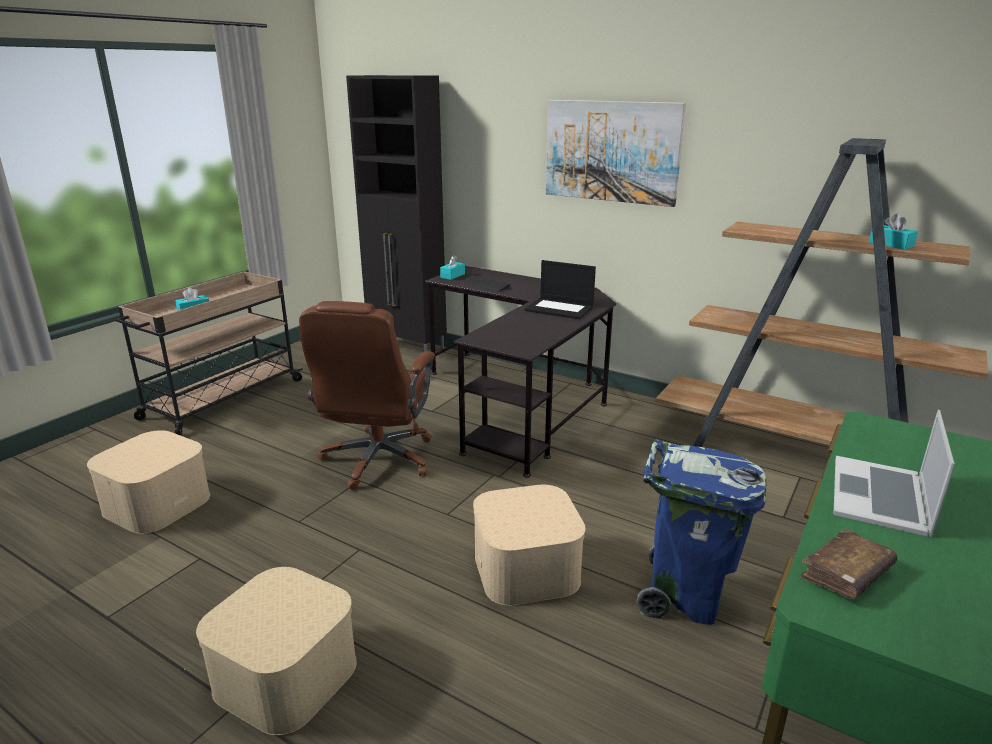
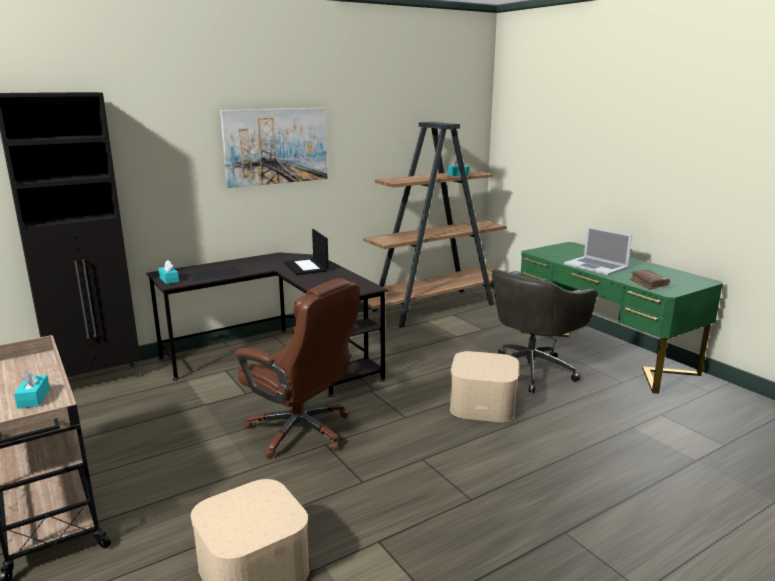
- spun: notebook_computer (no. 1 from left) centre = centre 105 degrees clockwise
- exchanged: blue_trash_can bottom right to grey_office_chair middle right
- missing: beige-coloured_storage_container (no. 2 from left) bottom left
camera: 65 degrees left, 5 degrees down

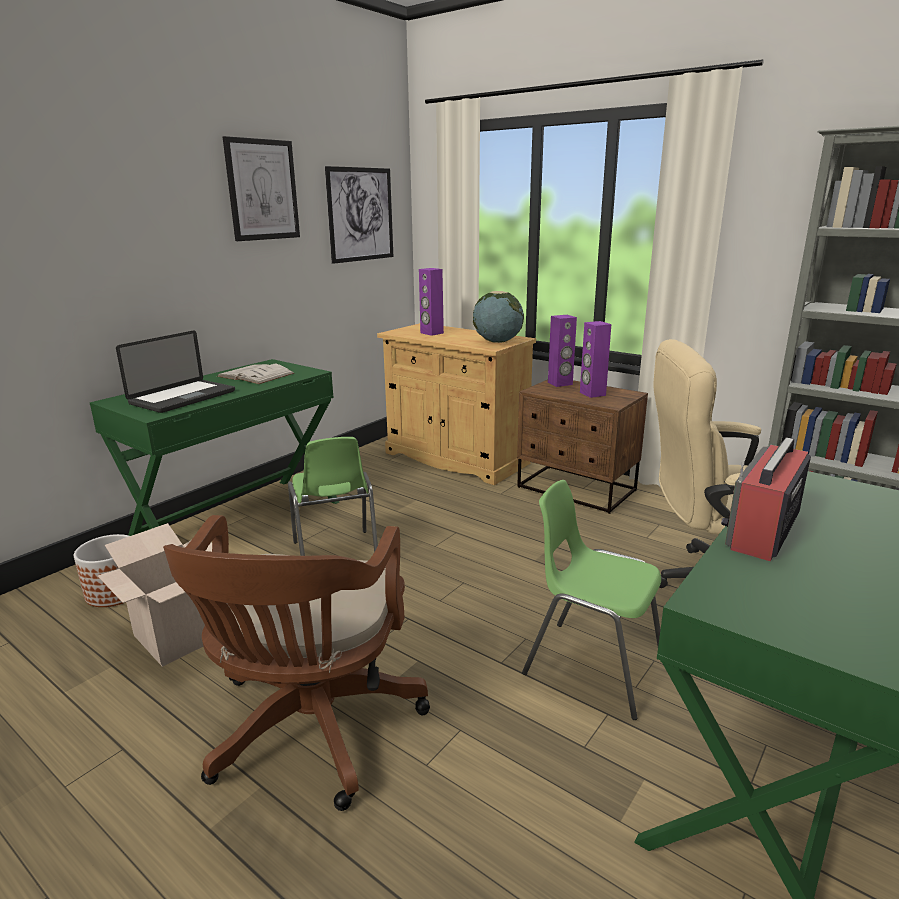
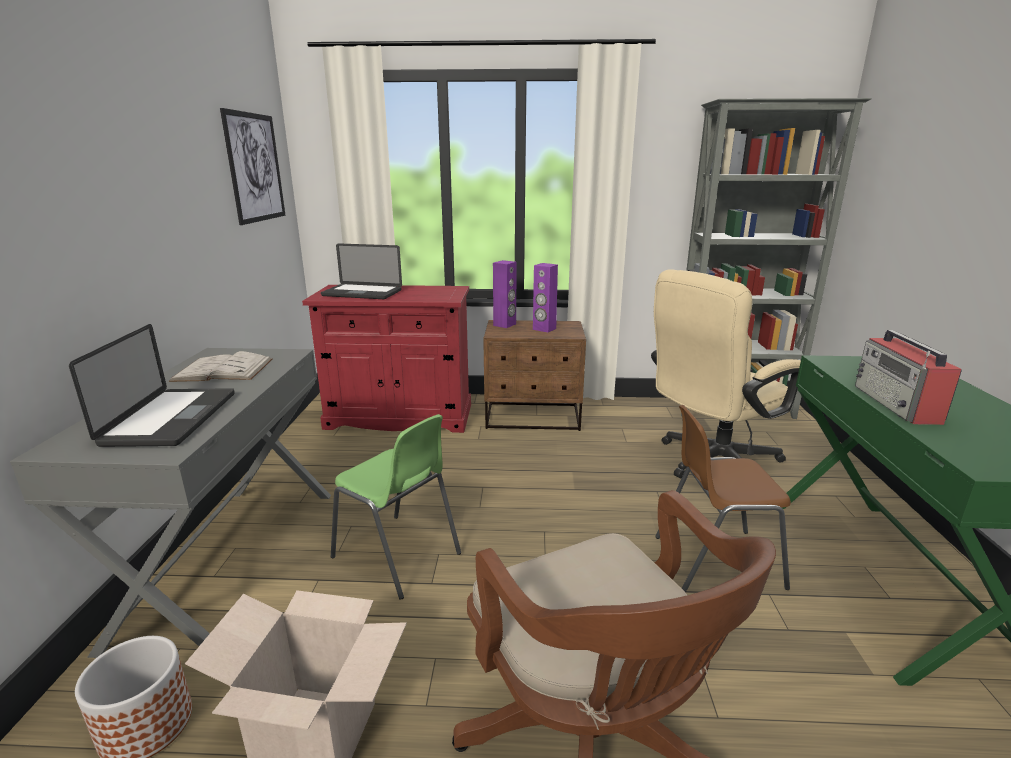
- colour: green_desk (no. 1 from left) middle left to grey_desk middle left
- colour: beige-coloured_cupboard centre to red_cupboard centre
- exchanged: purple-coloured_audio_speaker (no. 1 from left) centre to notebook_computer (no. 2 from left) centre
- colour: green_plain_chair (no. 2 from left) bottom centre to brown_plain_chair middle right
- missing: picture (no. 1 from left) top left
- missing: desk_globe centre
camera: 35 degrees left, 0 degrees up

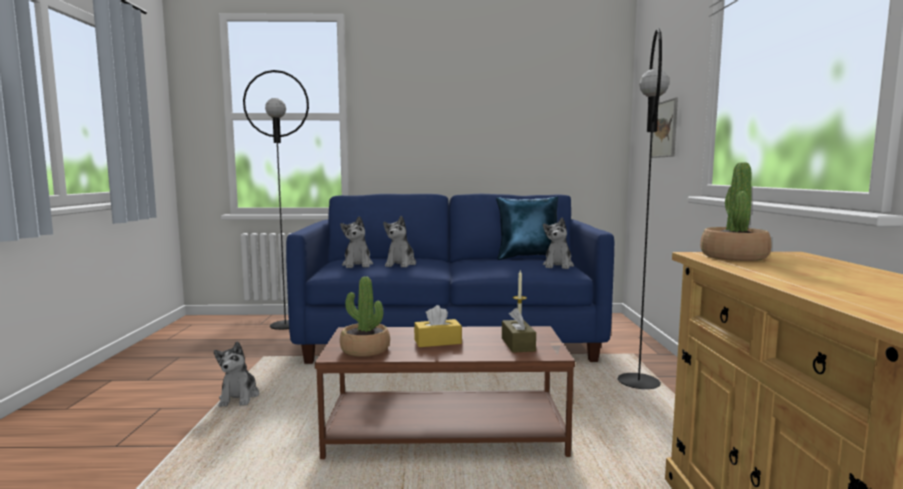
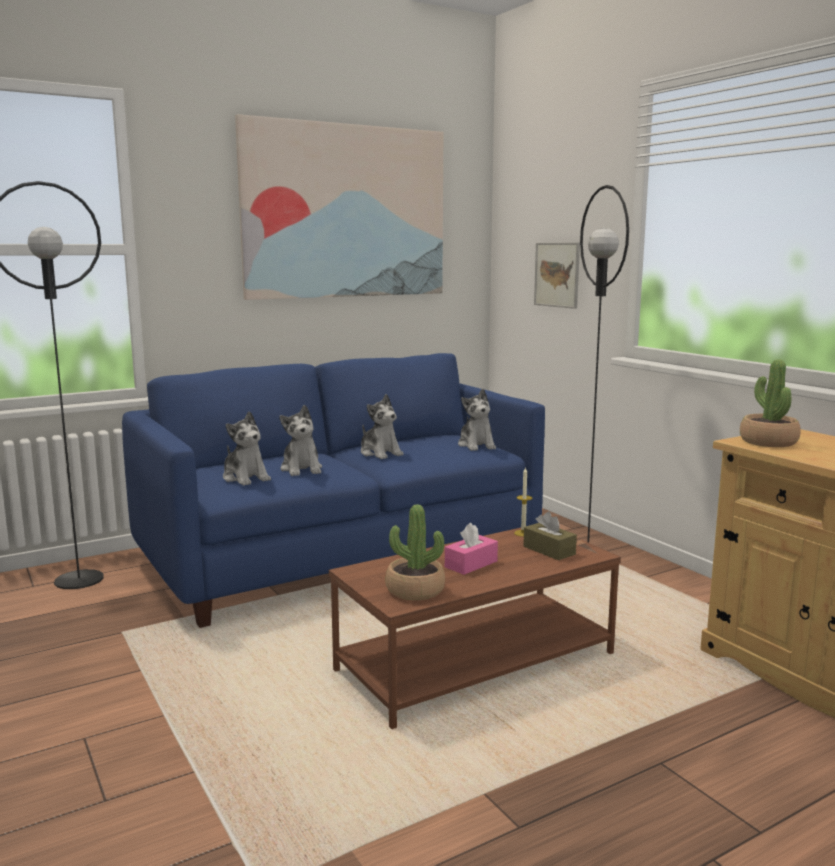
- appeared: picture (no. 1 from left) top centre
- relocated: soft_toy (no. 1 from left in the first image) bottom left to soft_toy (no. 3 from left) centre
- colour: yellowish_tissue_box bottom centre to pink_tissue_box centre
- missing: blue_pillow centre
camera: 30 degrees left, 5 degrees up

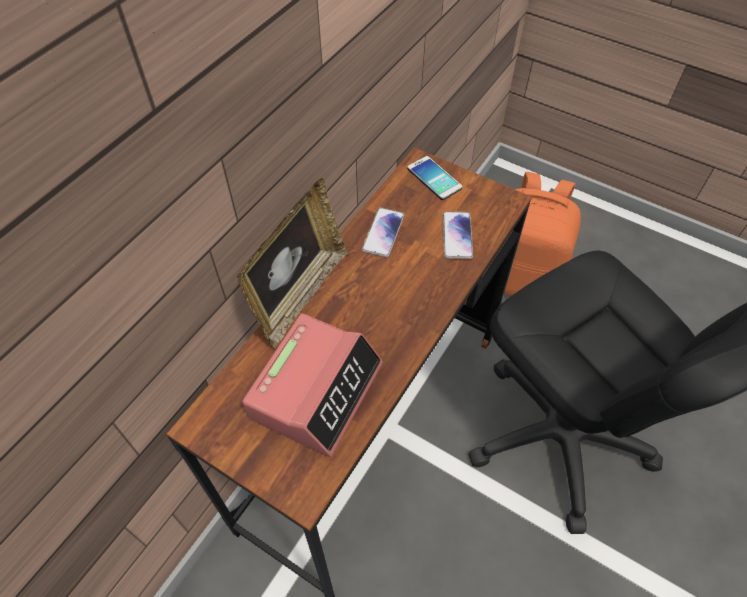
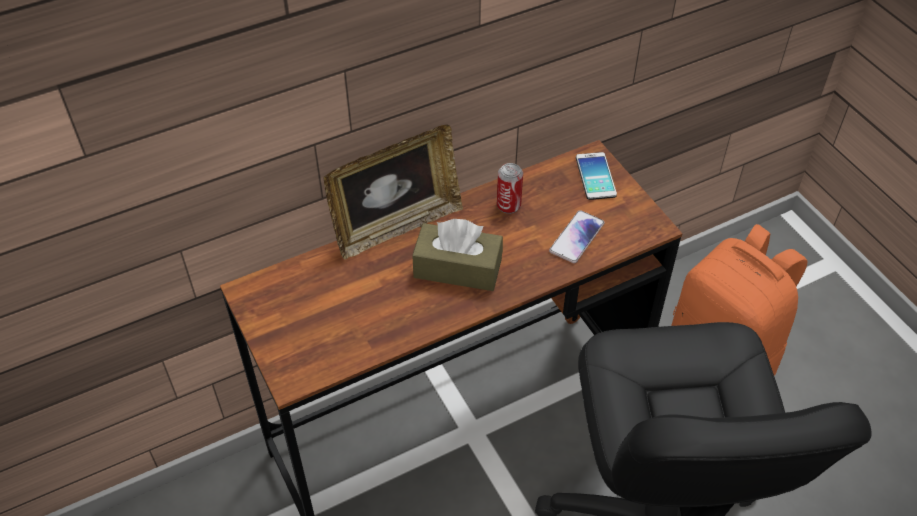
- appeared: brown_tissue_box centre
- exchanged: handset (no. 1 from left) centre to can centre
- missing: alarm_clock centre
camera: 30 degrees right, 5 degrees down

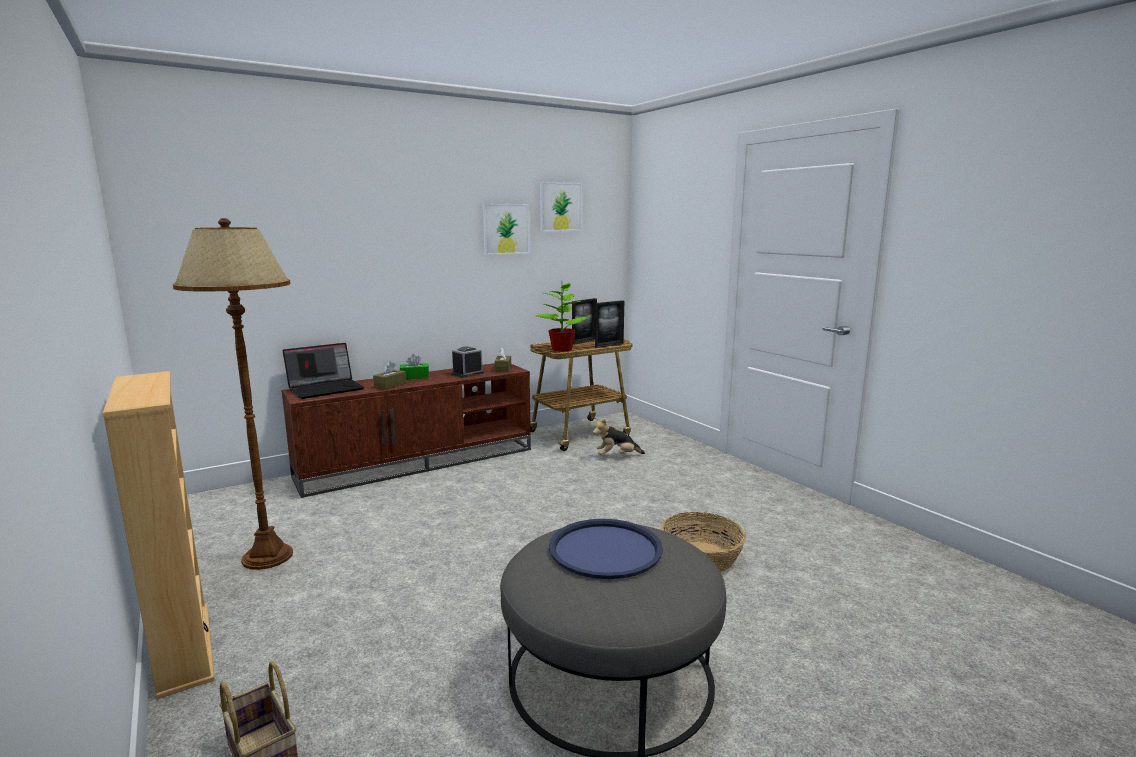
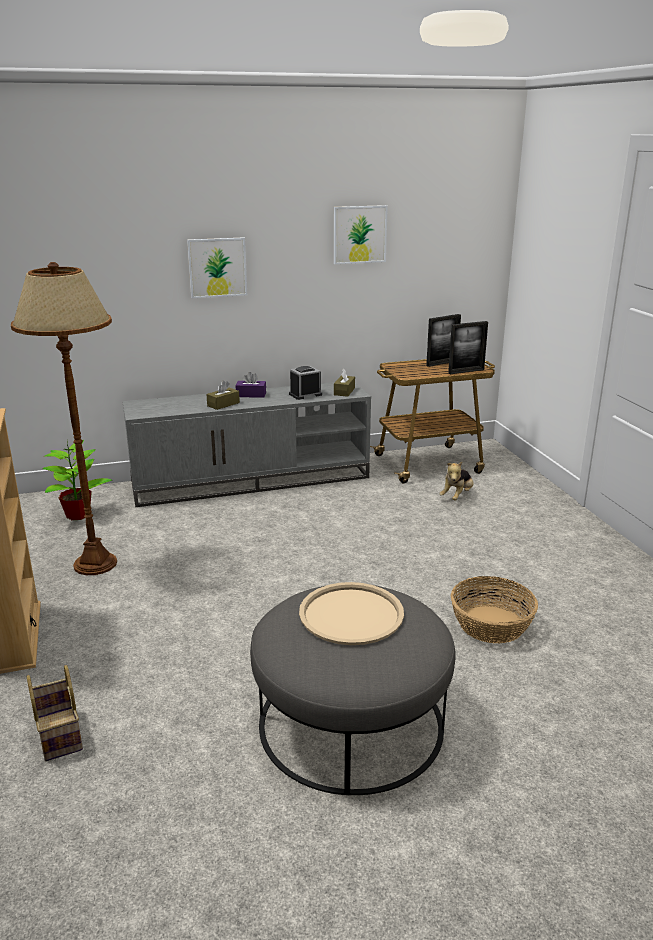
- relocated: plant_in_a_pot centre to middle left
- colour: brown_media_console centre to grey_media_console centre
- relocated: picture (no. 2 from left in the first image) top centre to picture (no. 1 from left) top left
- colour: green_tissue_box centre to purple-coloured_tissue_box centre
- colour: blue_serving_tray bottom centre to beige-coloured_serving_tray centre
- spun: soft_toy centre = middle right 60 degrees counterclockwise
- missing: notebook_computer middle left
camera: 15 degrees right, 10 degrees up

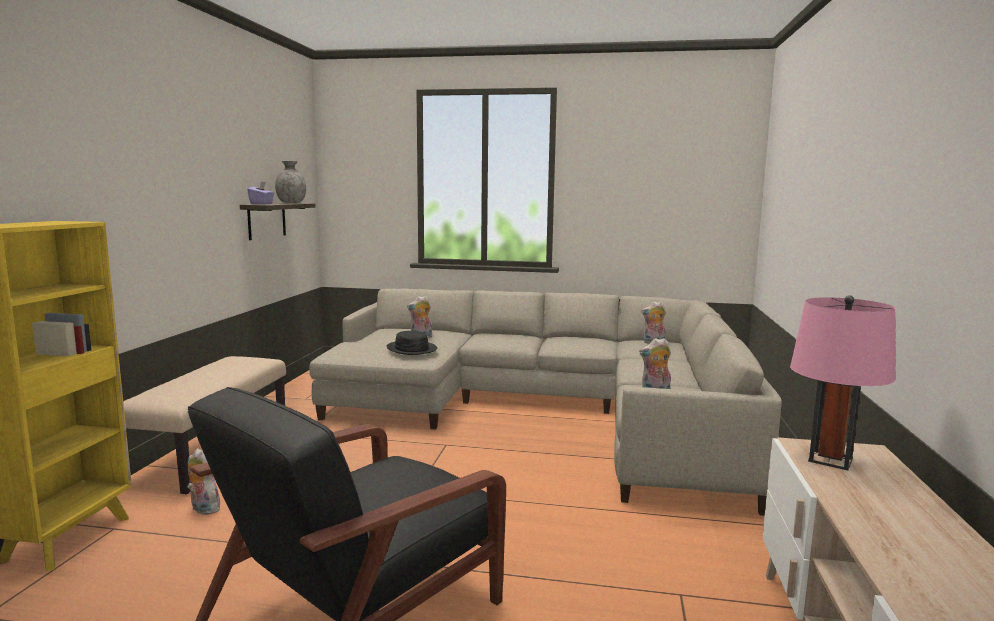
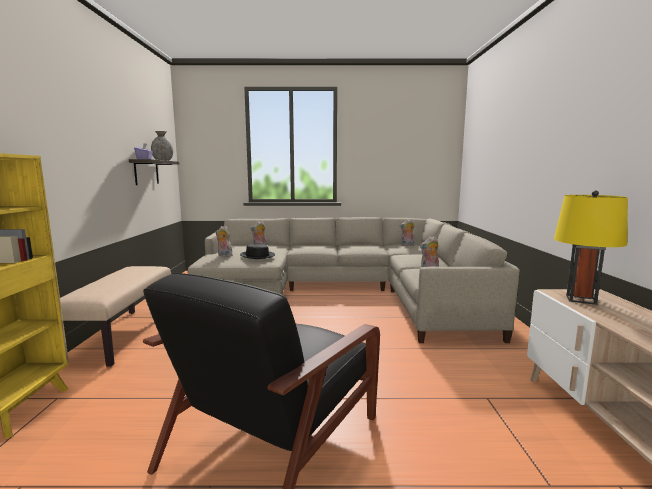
- relocated: soft_toy (no. 1 from left) bottom left to centre
- colour: pink_table_lamp middle right to yellowish_table_lamp middle right
camera: 10 degrees left, 0 degrees up

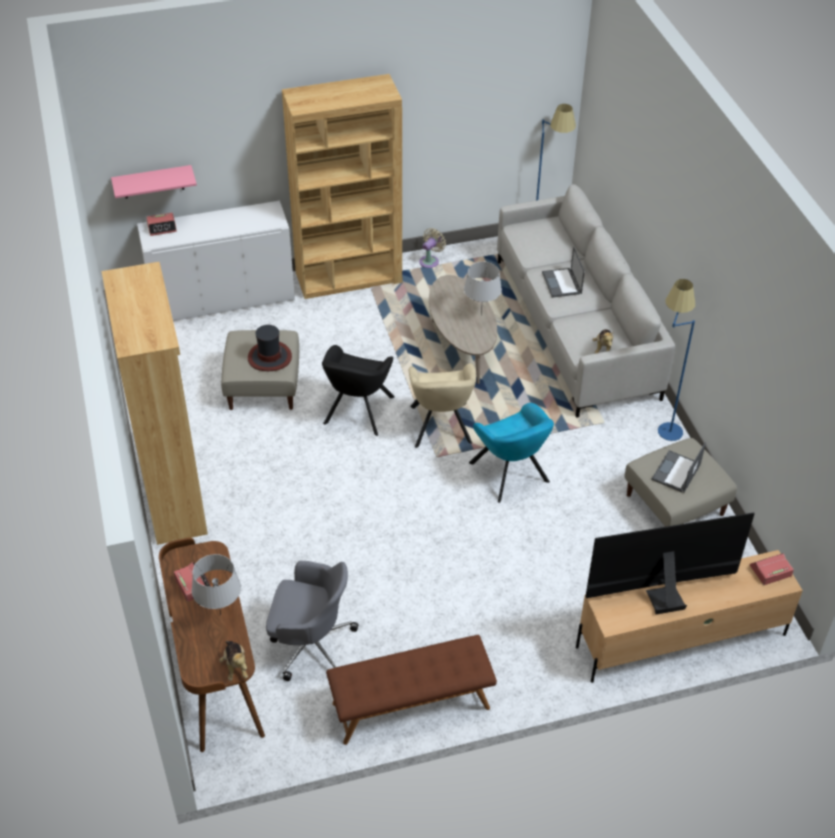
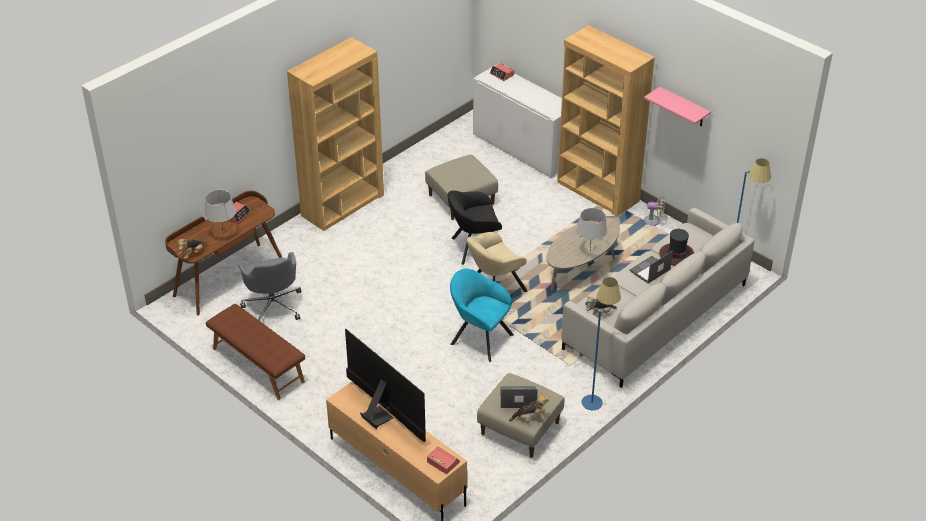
- spun: turquoise-coloured_armchair centre = centre 90 degrees clockwise
- appeared: soft_toy (no. 2 from left) bottom centre
- relocated: pink_wall_shelf top left to top right
- relocated: hat middle left to middle right
camera: 60 degrees right, 5 degrees down

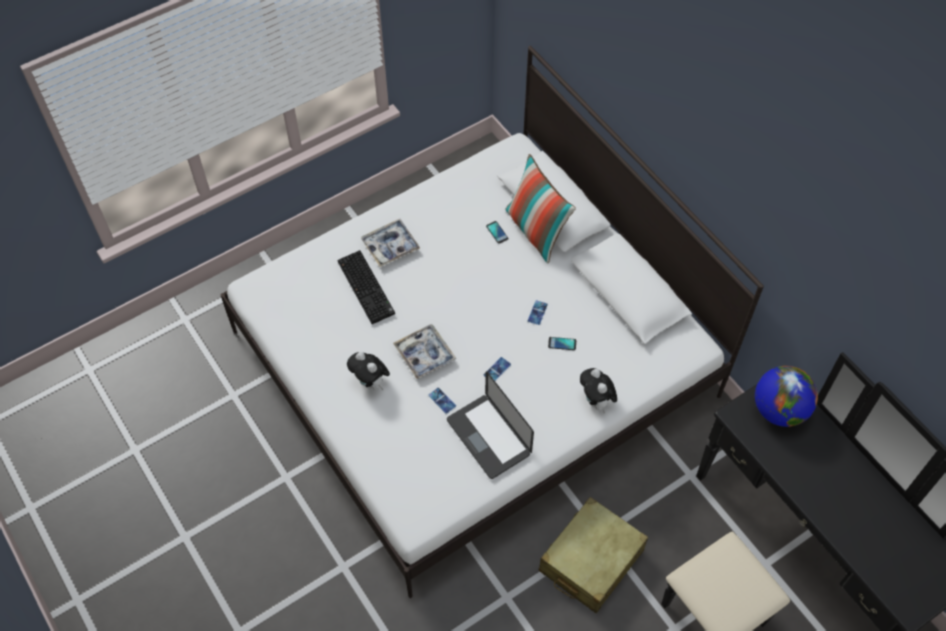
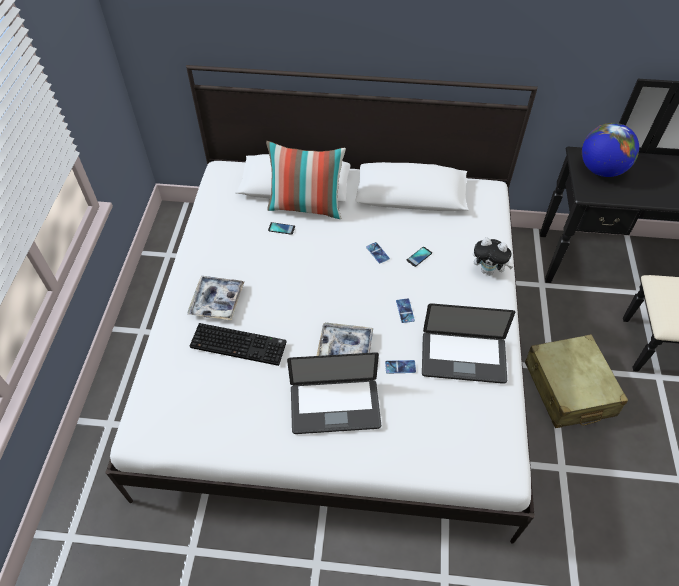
- exchanged: soft_toy (no. 1 from left) centre to notebook_computer (no. 1 from left) bottom centre
camera: 50 degrees left, 5 degrees down

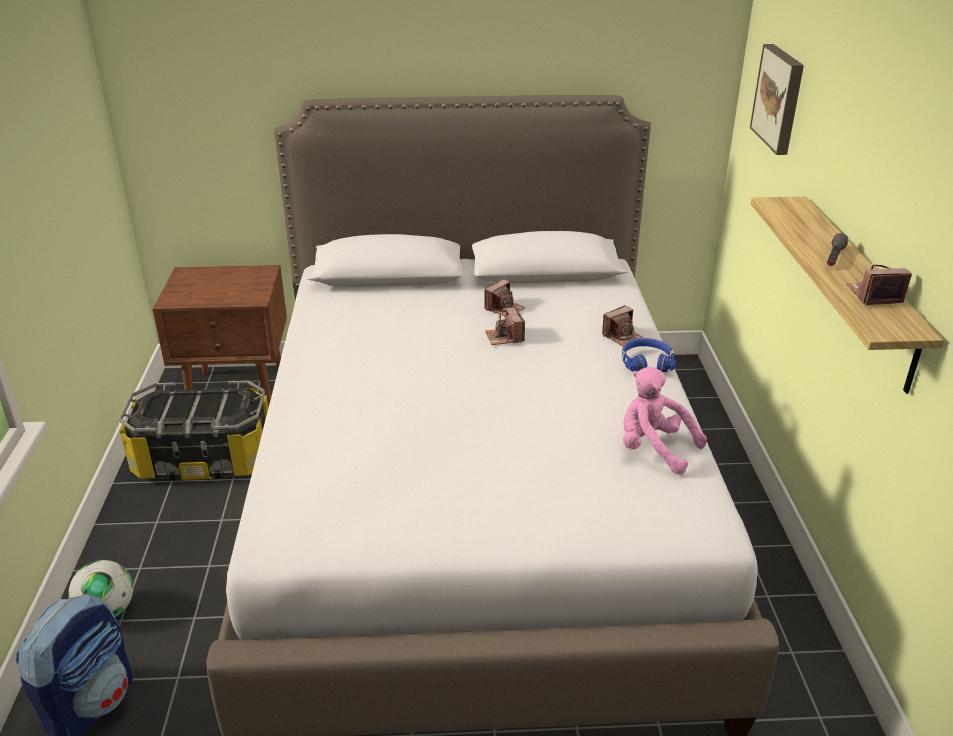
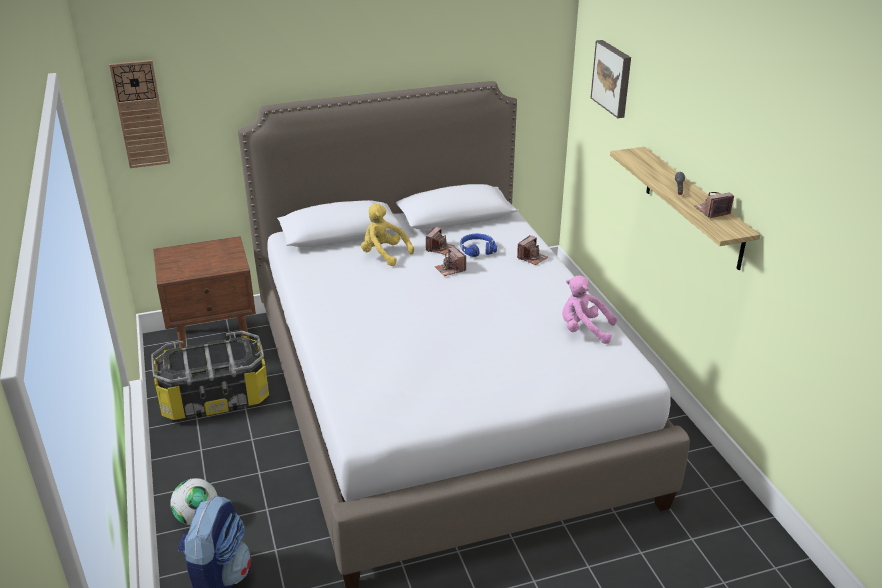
- appeared: hanging_clock top left
- appeared: yellowish_soft_toy centre
- relocated: blue_headset middle right to centre
camera: 15 degrees left, 0 degrees up

